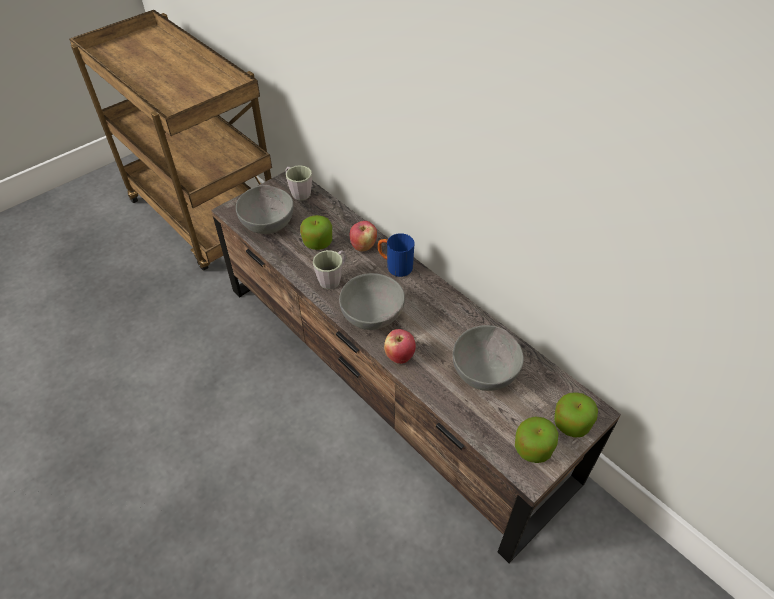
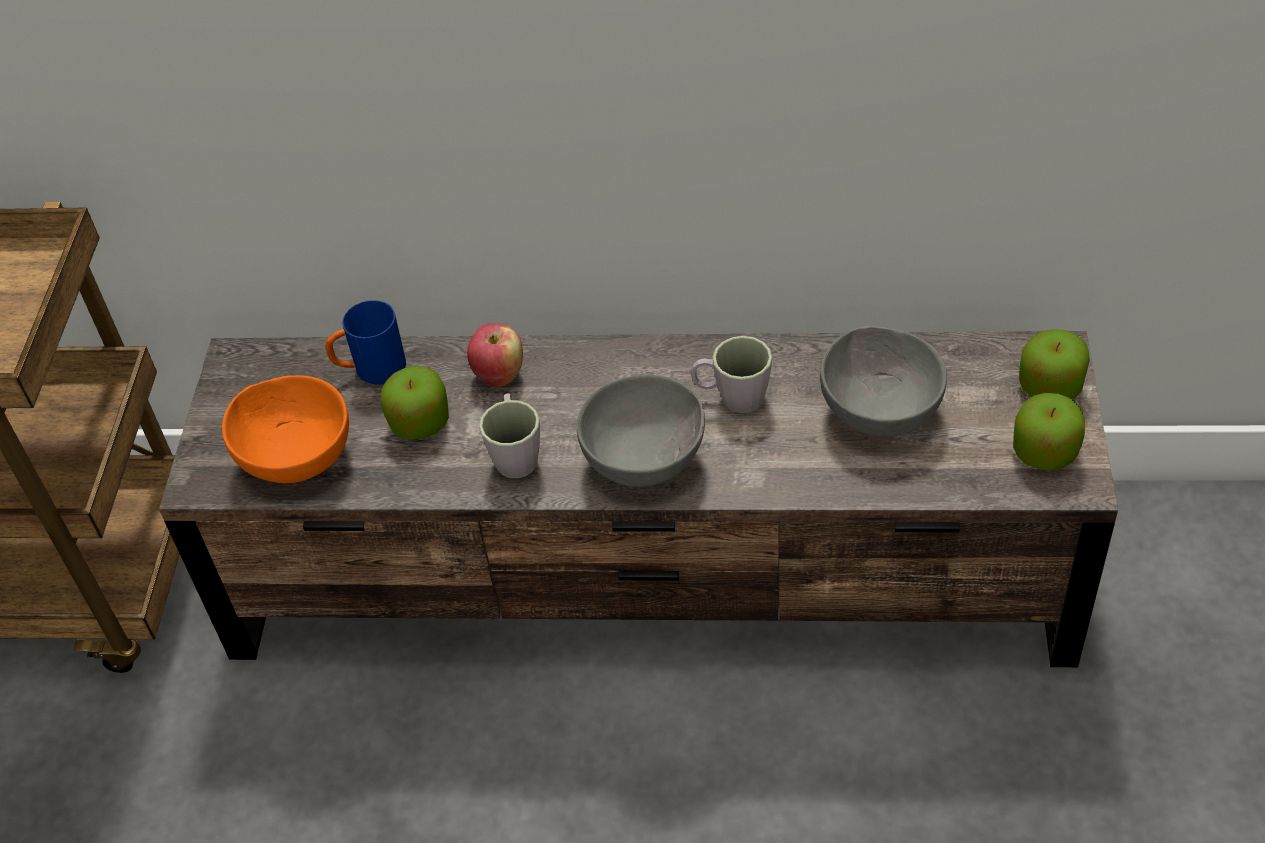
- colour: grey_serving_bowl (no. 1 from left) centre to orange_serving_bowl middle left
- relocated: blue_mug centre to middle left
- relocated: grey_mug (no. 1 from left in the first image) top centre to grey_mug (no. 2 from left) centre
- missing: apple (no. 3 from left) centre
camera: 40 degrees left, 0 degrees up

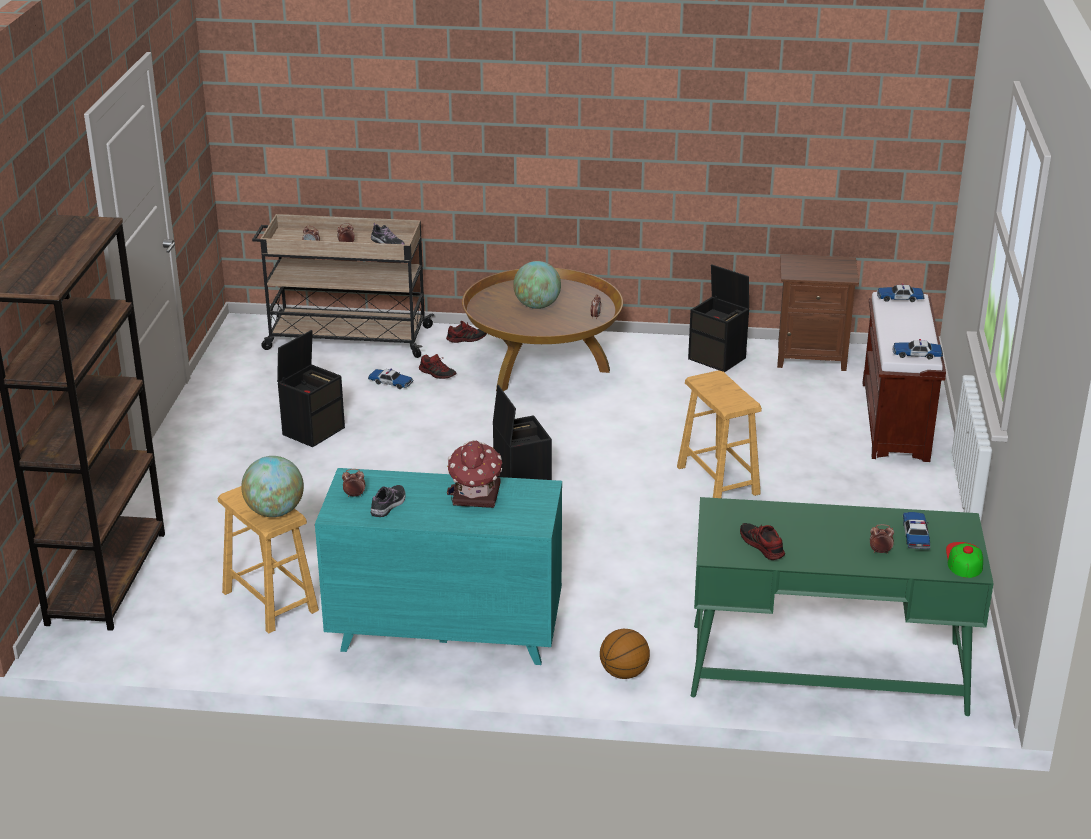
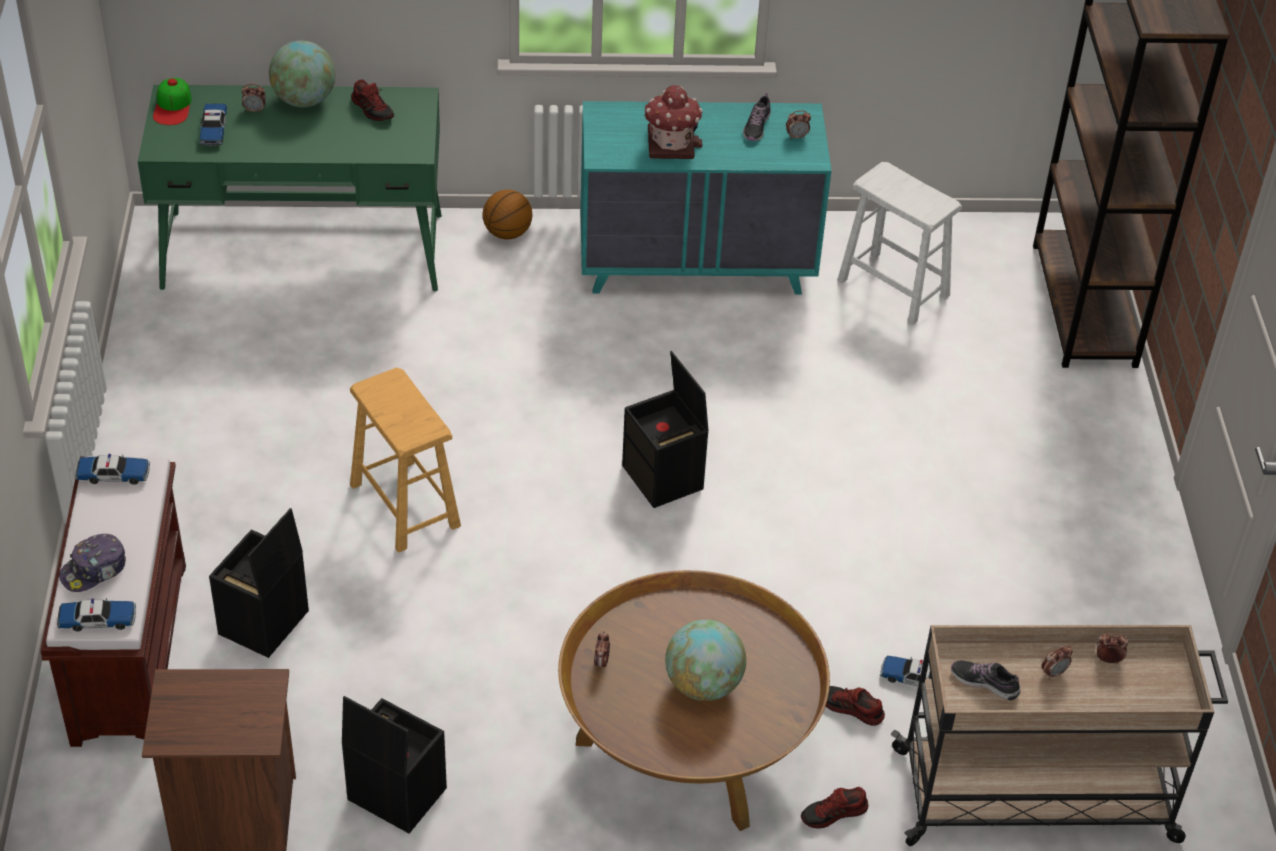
- appeared: baseball_cap (no. 1 from left) middle left
- relocated: blackish_storage_container (no. 1 from left) middle left to bottom left
- relocated: desk_globe (no. 1 from left) middle left to top left
- colour: brown_sitting_stool (no. 1 from left) middle left to white-coloured_sitting_stool top right
camera: 170 degrees right, 15 degrees up

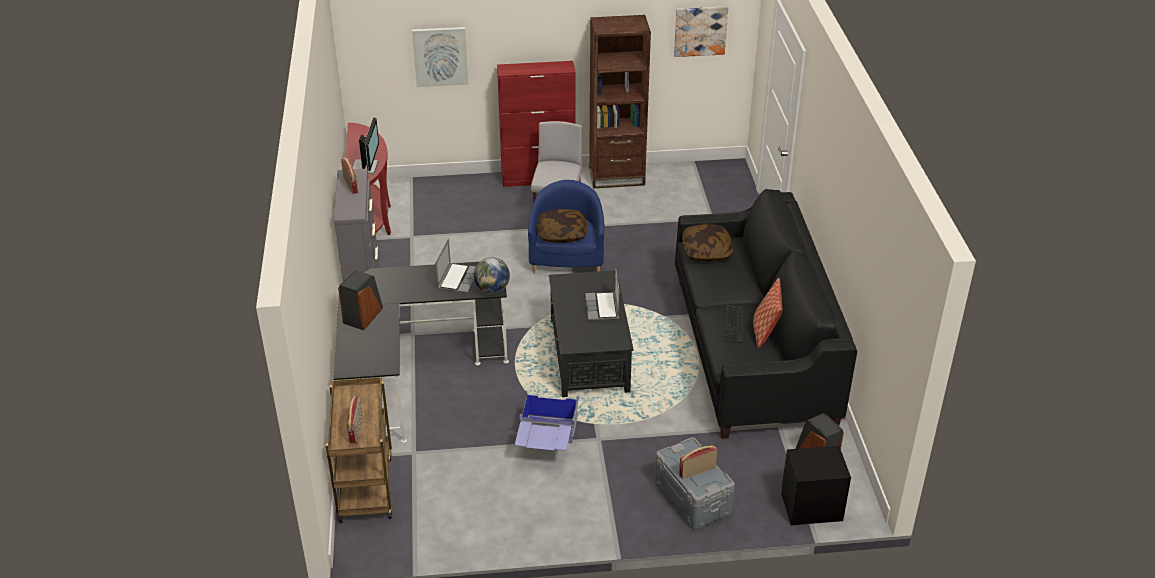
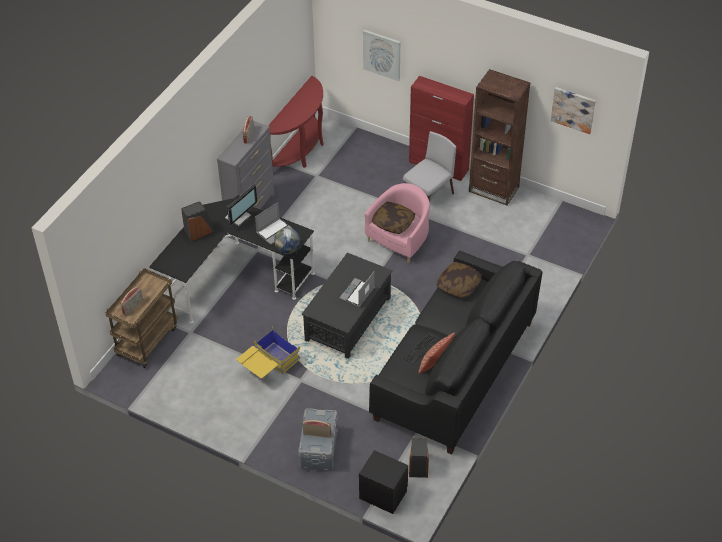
- relocated: monitor top left to centre
- colour: blue_storage_container bottom centre to yellowish_storage_container centre
- colour: blue_armchair centre to pink_armchair centre
camera: 35 degrees right, 10 degrees up

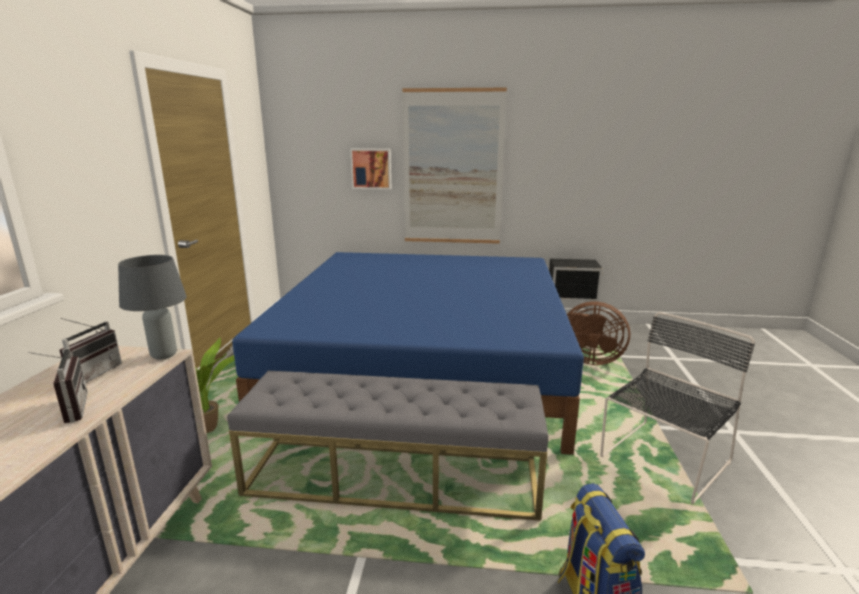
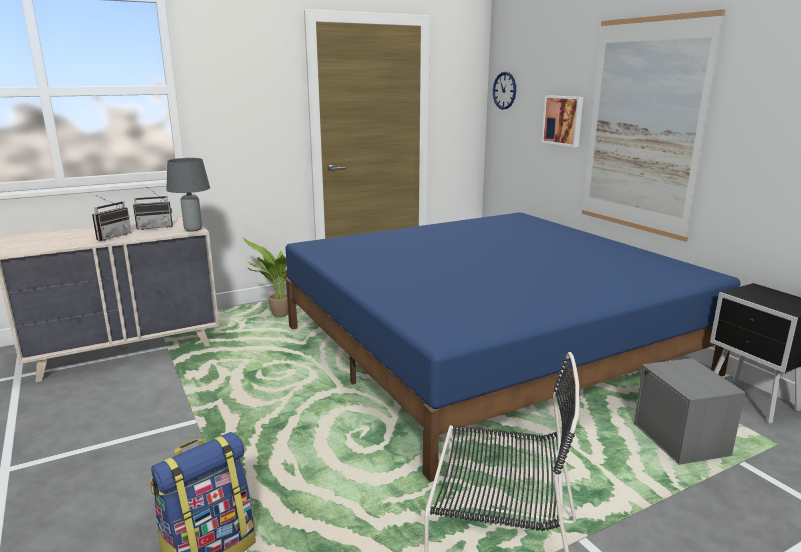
- appeared: hanging_clock top centre
- exchanged: brown_electric_fan middle right to grey_storage_container bottom right
- missing: grey_bench bottom centre
camera: 55 degrees right, 0 degrees up

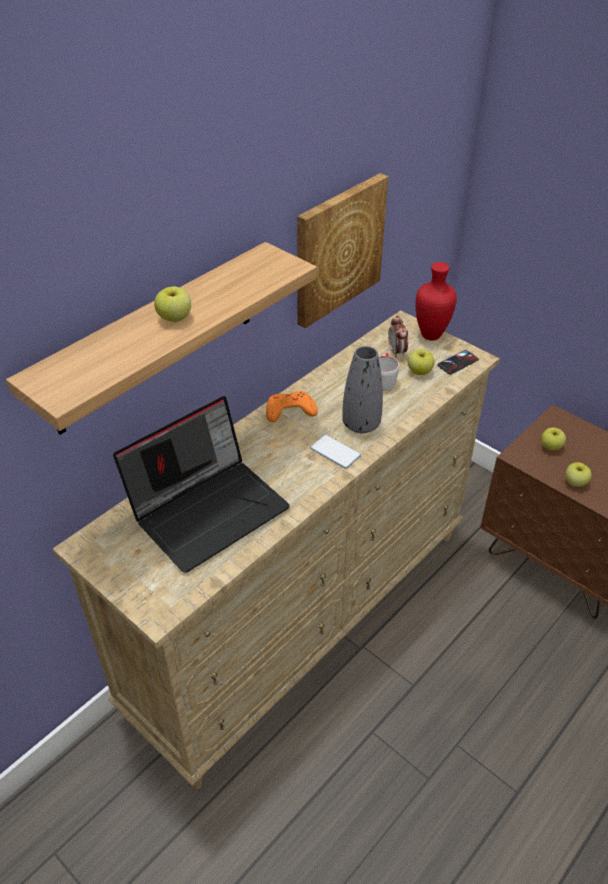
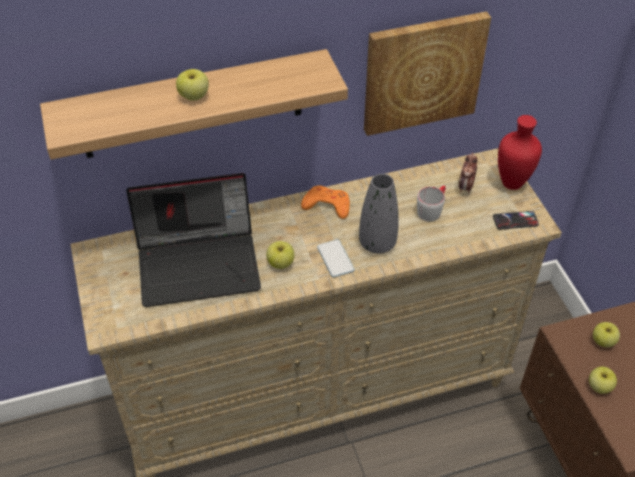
- relocated: apple (no. 2 from left) middle right to centre
camera: 30 degrees right, 5 degrees up

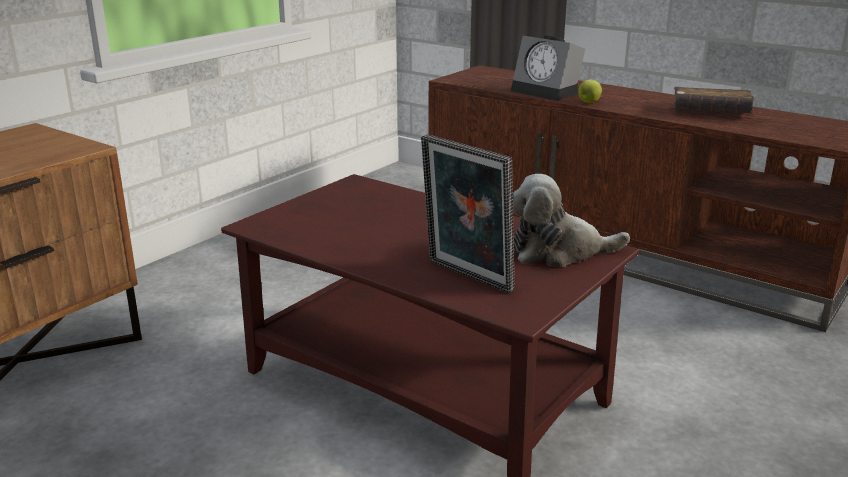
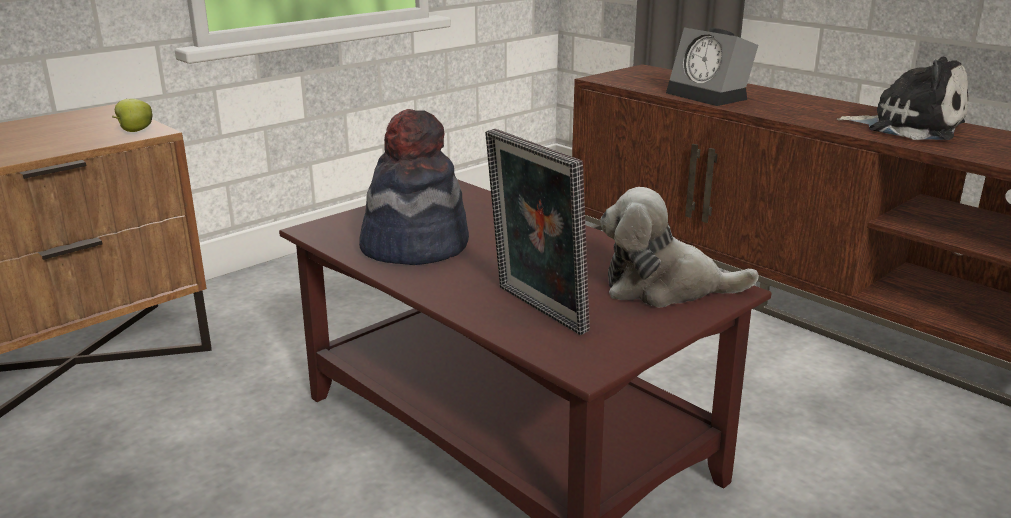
- relocated: apple top right to top left
- appeared: hat centre
- exchanged: brown_book top right to soft_toy (no. 2 from left) top right
camera: 10 degrees right, 0 degrees up

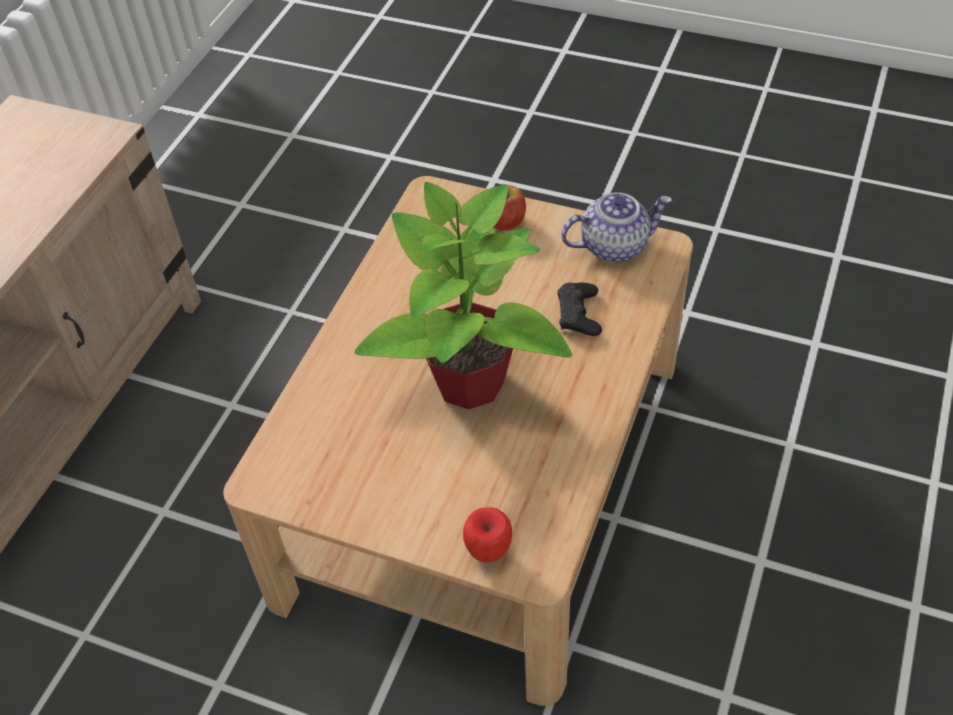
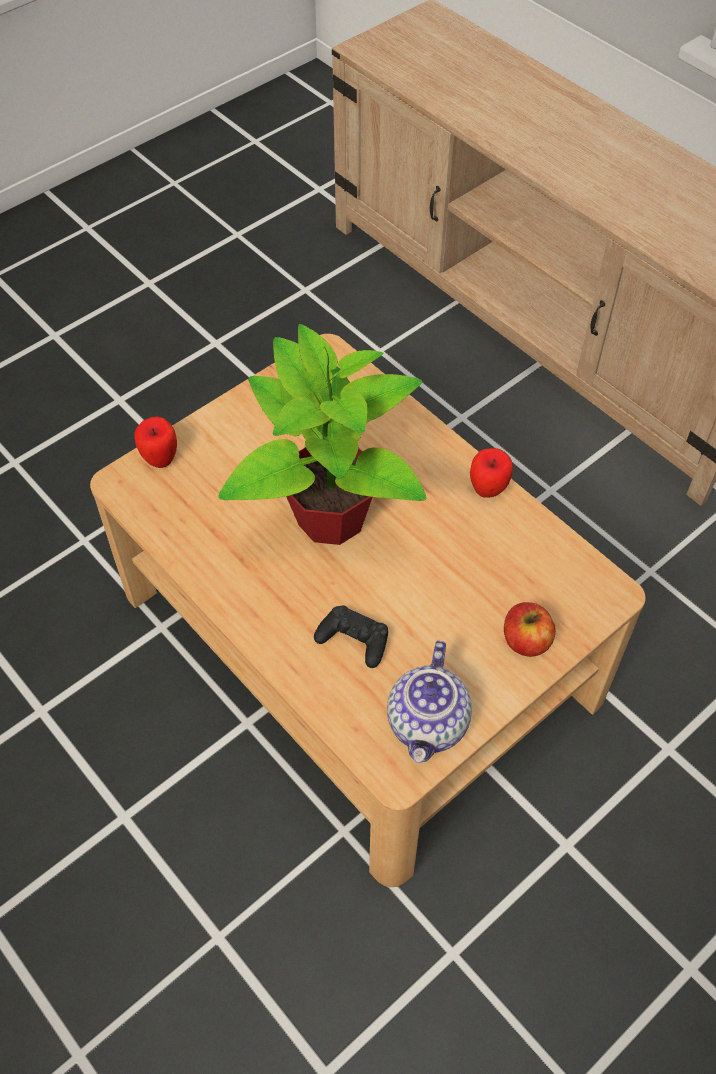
- appeared: apple (no. 2 from left) middle right
camera: 115 degrees right, 5 degrees up

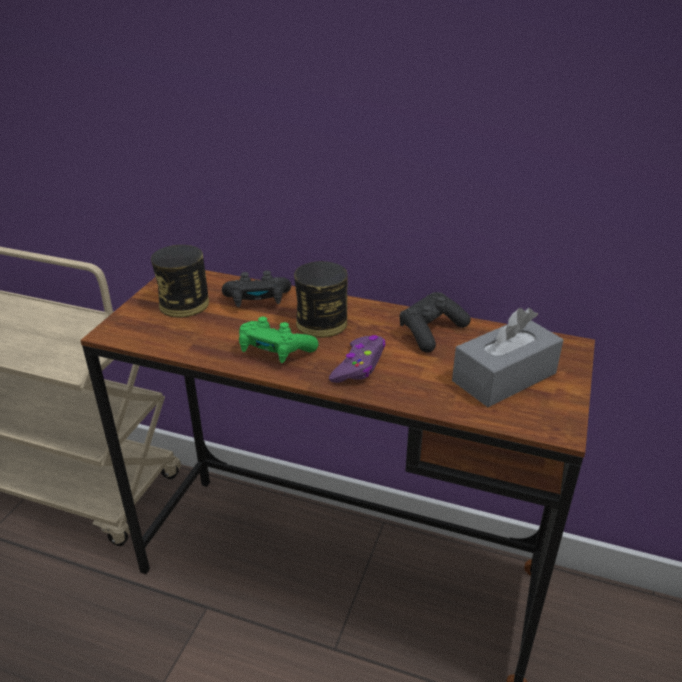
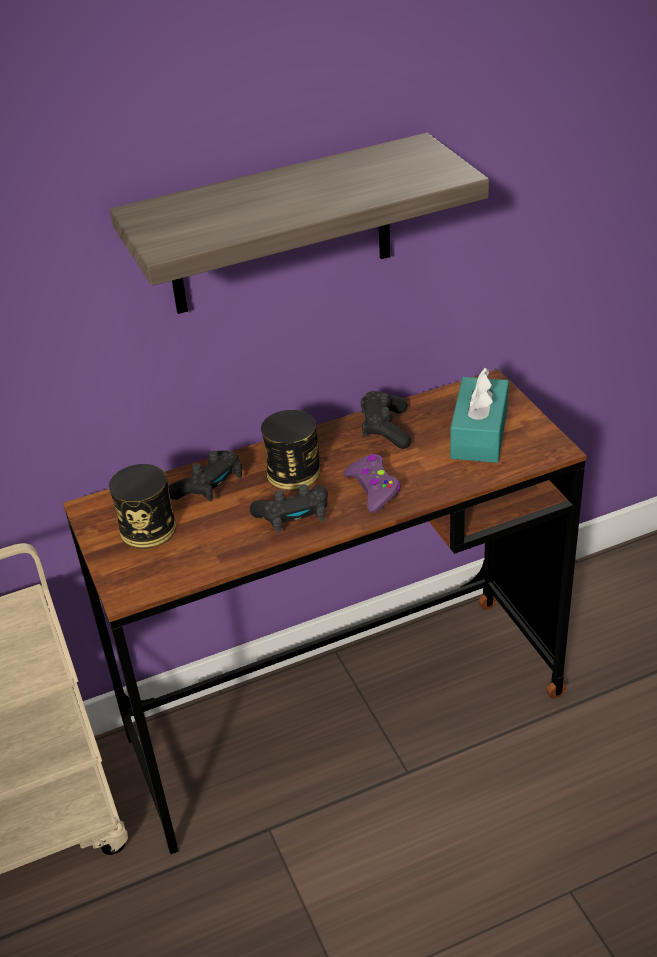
- appeared: wall_shelf top centre
- colour: green_joypad centre to blackish_joypad (no. 2 from left) centre
- colour: grey_tissue_box middle right to turquoise-coloured_tissue_box middle right
camera: 40 degrees left, 5 degrees up

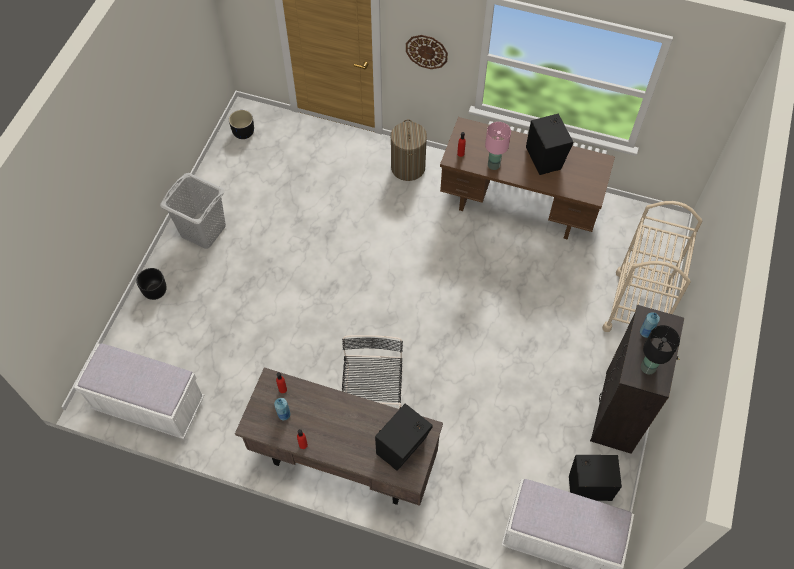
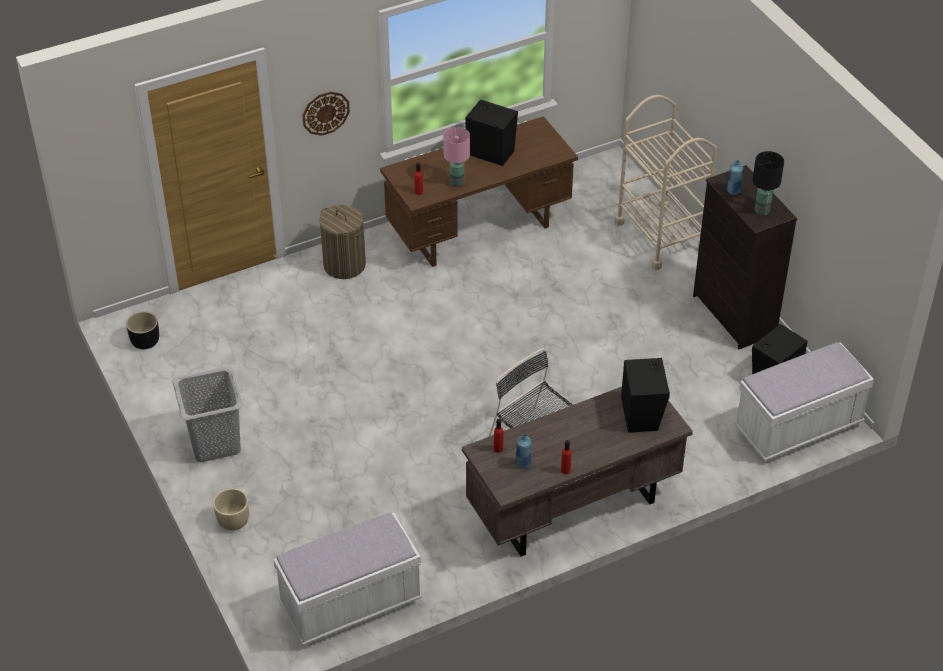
- colour: blackish_planter (no. 1 from left) middle left to beige-coloured_planter bottom left
camera: 45 degrees left, 15 degrees down

